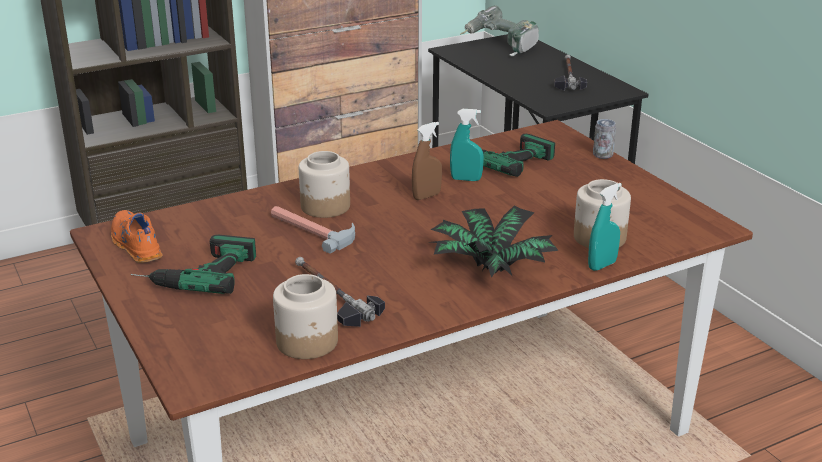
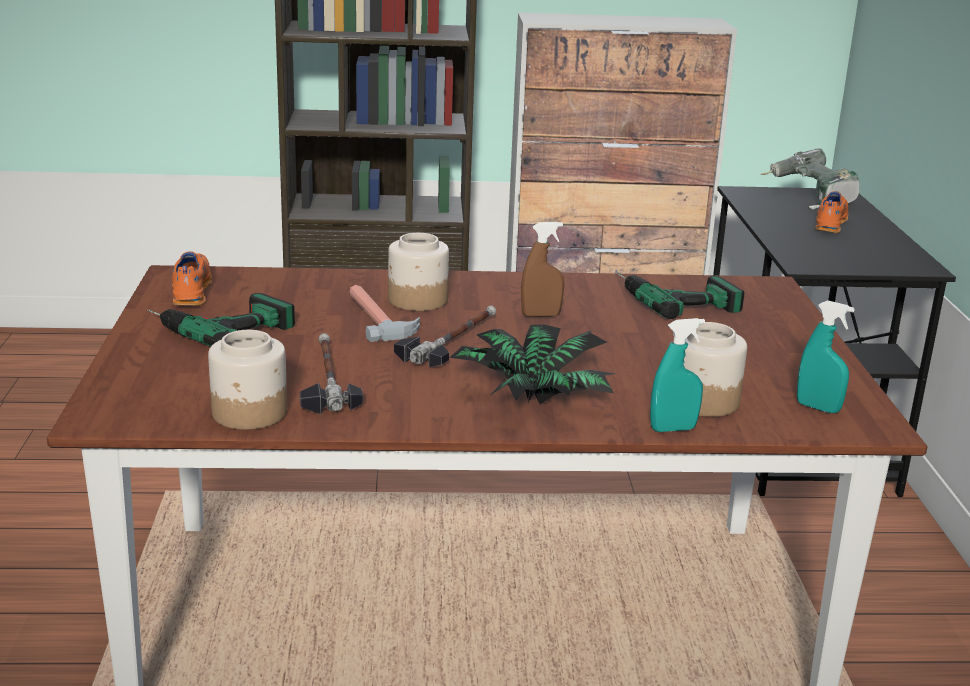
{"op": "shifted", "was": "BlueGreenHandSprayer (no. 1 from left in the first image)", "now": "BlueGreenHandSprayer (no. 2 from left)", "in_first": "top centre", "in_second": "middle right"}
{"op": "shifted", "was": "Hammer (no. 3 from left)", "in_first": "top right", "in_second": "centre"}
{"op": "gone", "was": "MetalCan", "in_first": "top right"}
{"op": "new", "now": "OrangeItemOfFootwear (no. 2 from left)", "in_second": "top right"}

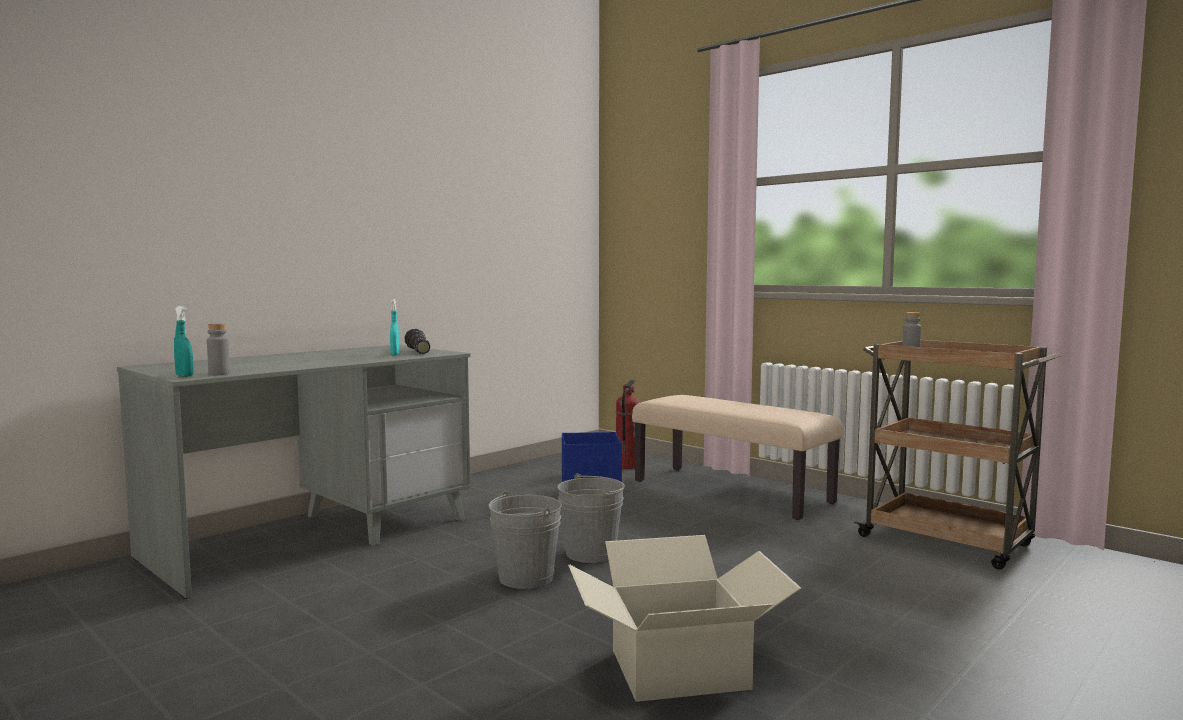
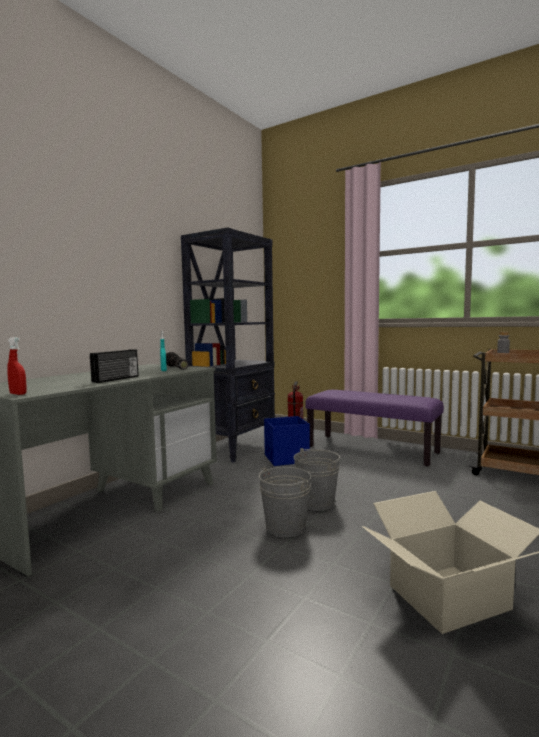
{"op": "repainted", "was": "BlueGreenHandSprayer (no. 1 from left)", "now": "RedColouredHandSprayer", "in_first": "middle left", "in_second": "middle left"}
{"op": "gone", "was": "GrayBeverageBottle (no. 1 from left)", "in_first": "middle left"}
{"op": "repainted", "was": "SandColouredIndoorBench", "now": "PurplishIndoorBench", "in_first": "centre", "in_second": "middle right"}
{"op": "new", "now": "RadioSet", "in_second": "middle left"}
{"op": "new", "now": "BlackColouredBookcase", "in_second": "centre"}

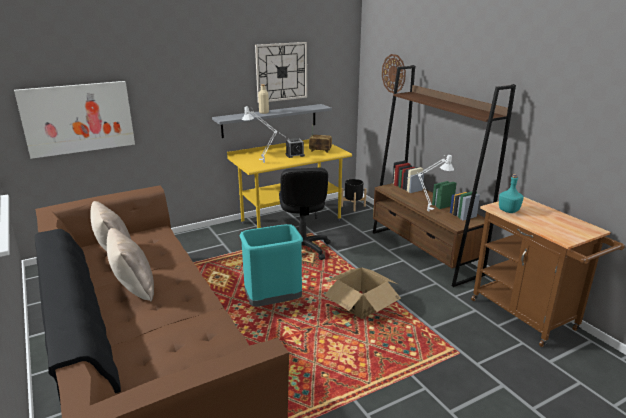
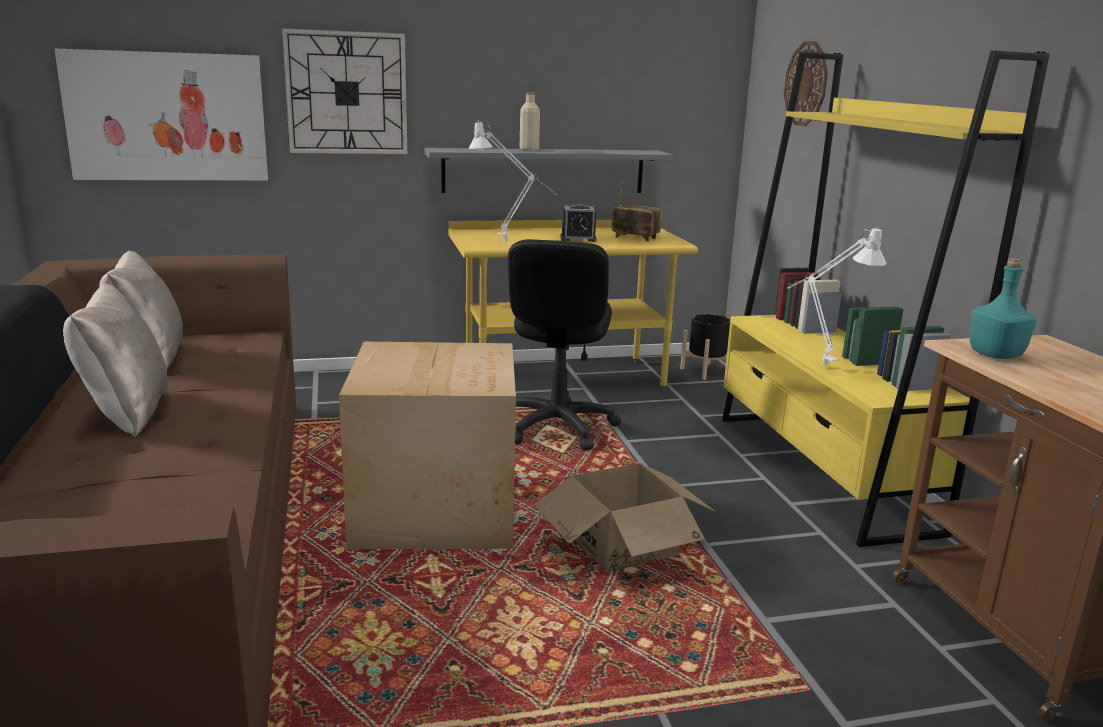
{"op": "swapped", "was": "BlueGreenRubbishBin", "now": "PackingBox (no. 1 from left)", "in_first": "centre", "in_second": "centre"}
{"op": "shifted", "was": "WallClock (no. 1 from left)", "in_first": "top centre", "in_second": "top left"}
{"op": "repainted", "was": "BrownishBookcase", "now": "YellowishBookcase", "in_first": "middle right", "in_second": "middle right"}

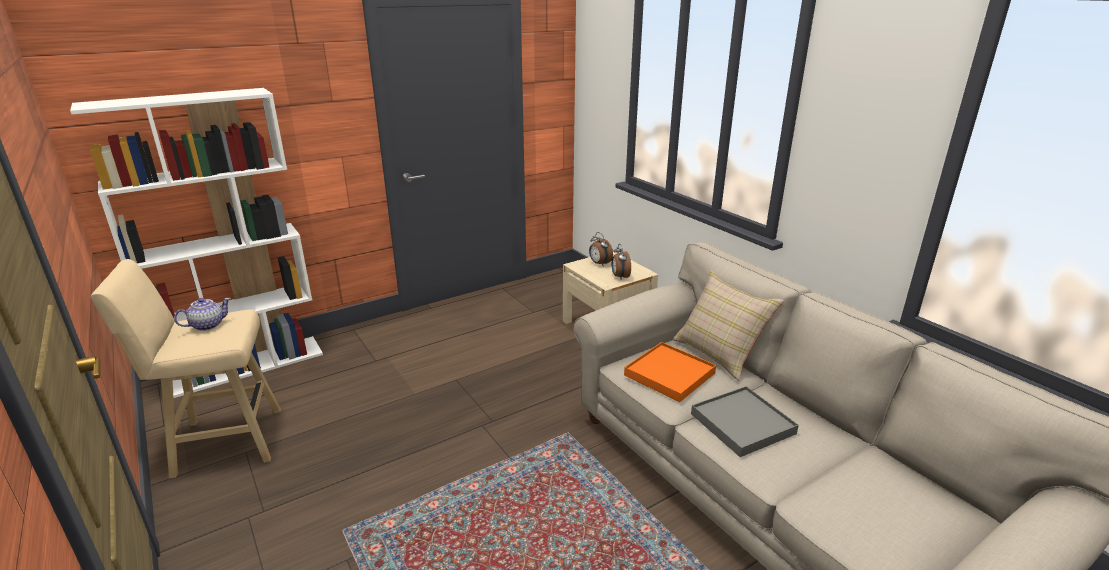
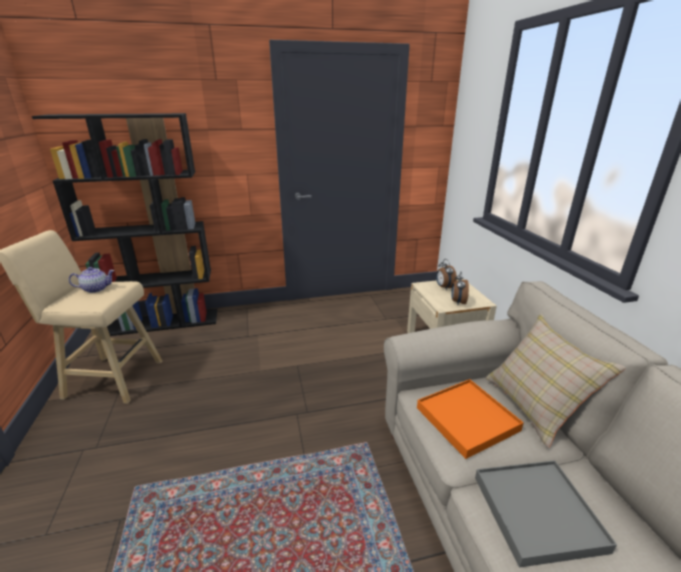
{"op": "repainted", "was": "WhiteBookcase", "now": "BlackColouredBookcase", "in_first": "middle left", "in_second": "middle left"}

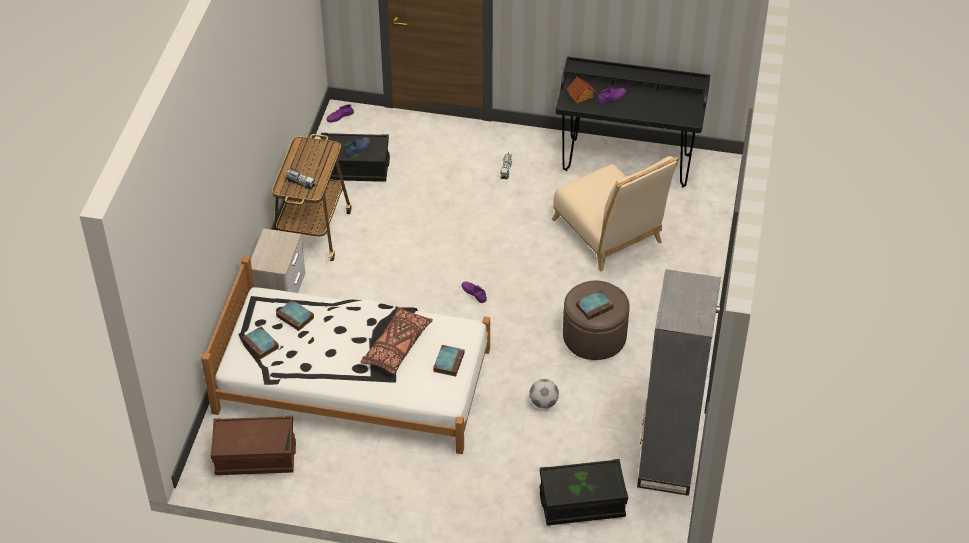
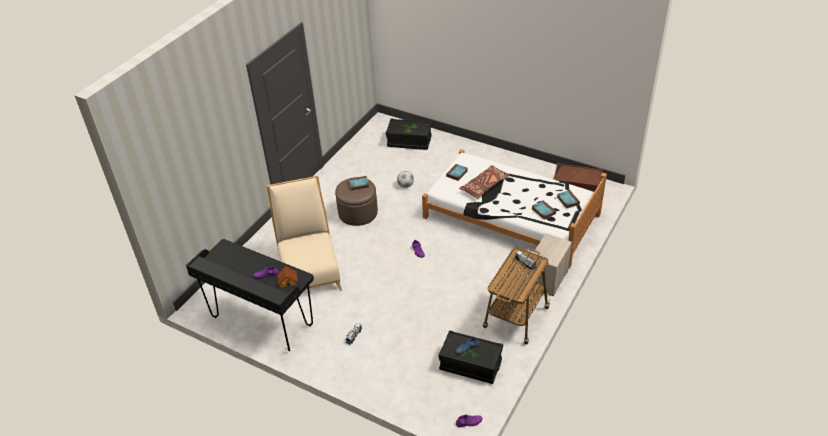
{"op": "gone", "was": "GrayBookcase", "in_first": "bottom right"}

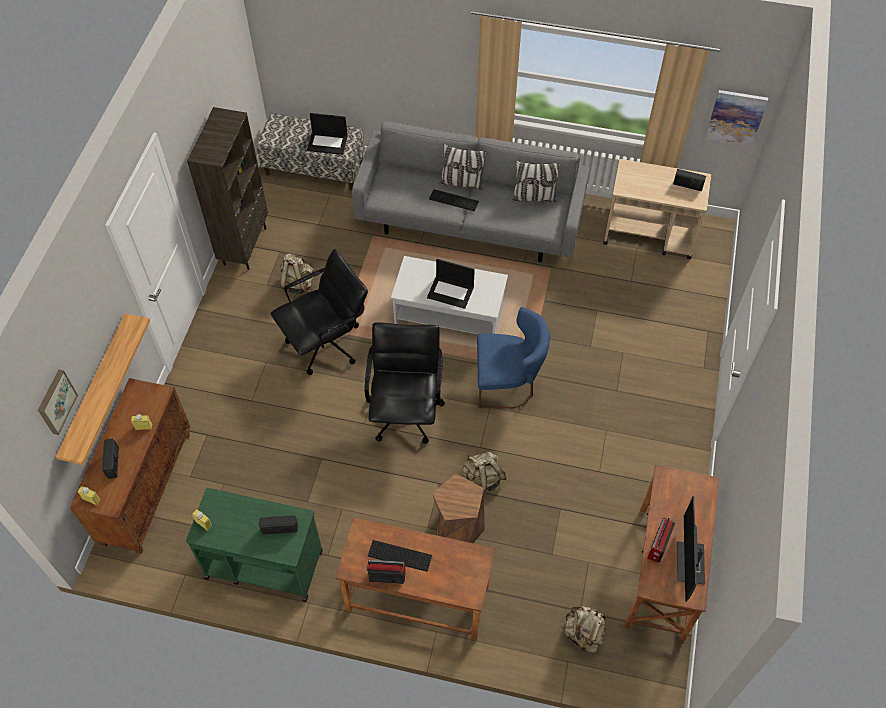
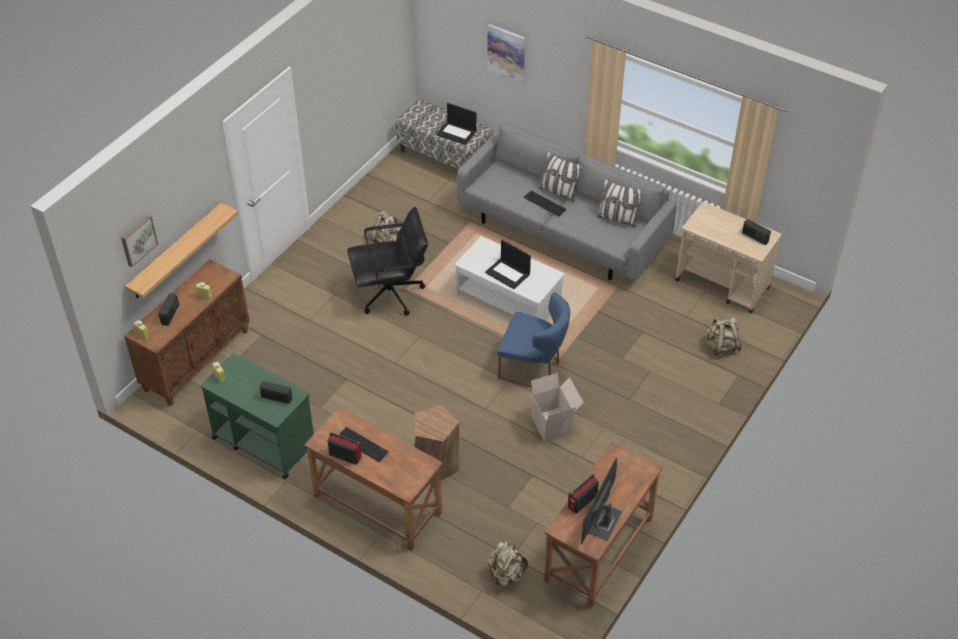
{"op": "gone", "was": "BrownishBookcase", "in_first": "top left"}
{"op": "gone", "was": "BlackColouredDeskChair (no. 2 from left)", "in_first": "centre"}
{"op": "shifted", "was": "SandColouredRucksack (no. 2 from left in the first image)", "now": "SandColouredRucksack (no. 3 from left)", "in_first": "bottom centre", "in_second": "middle right"}
{"op": "shifted", "was": "WallPicture (no. 2 from left)", "in_first": "top right", "in_second": "top centre"}
{"op": "new", "now": "PackingBox", "in_second": "centre"}

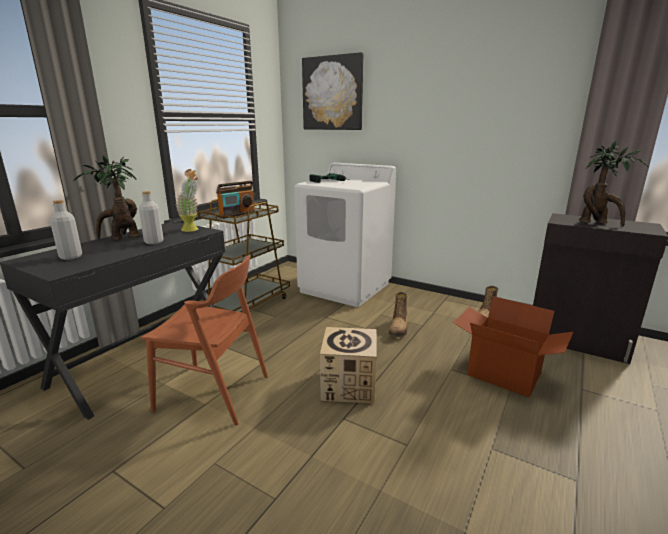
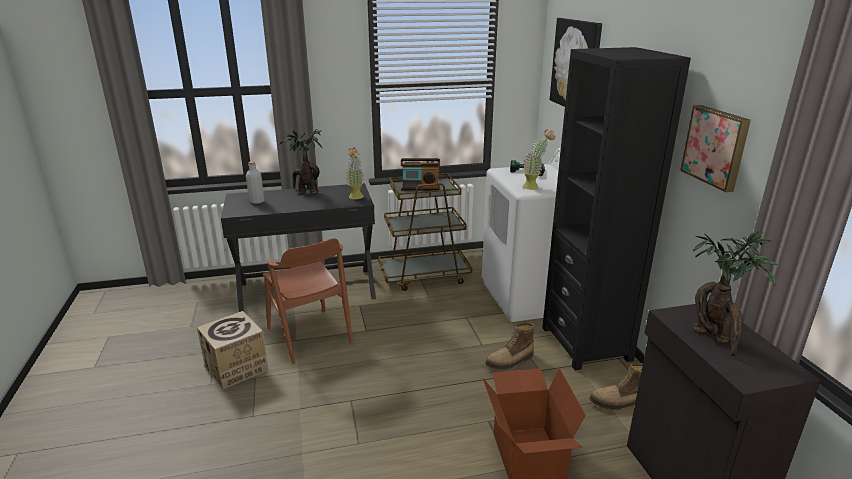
{"op": "gone", "was": "GrayBeverageBottle (no. 2 from left)", "in_first": "middle left"}
{"op": "shifted", "was": "PackingBox (no. 1 from left)", "in_first": "bottom centre", "in_second": "bottom left"}
{"op": "new", "now": "Houseplant (no. 3 from left)", "in_second": "top centre"}
{"op": "new", "now": "BlackColouredBookcase", "in_second": "middle right"}
{"op": "new", "now": "WallPicture (no. 2 from left)", "in_second": "top right"}

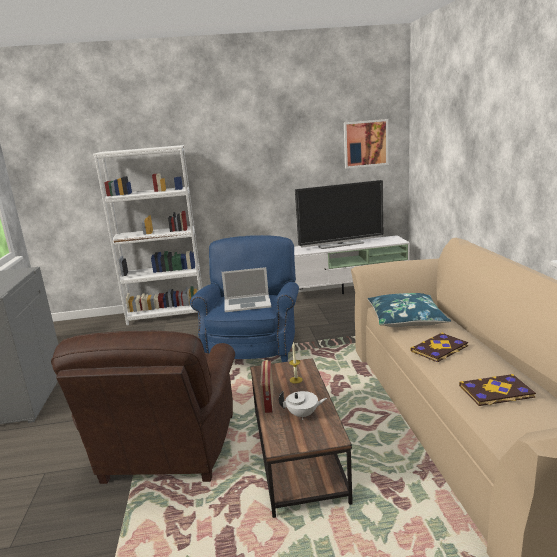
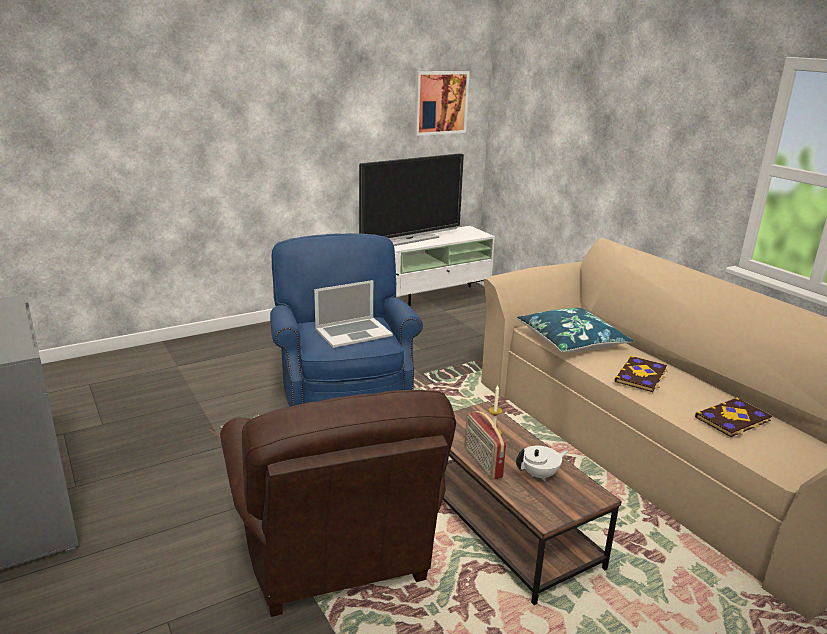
{"op": "gone", "was": "WhiteBookcase", "in_first": "middle left"}

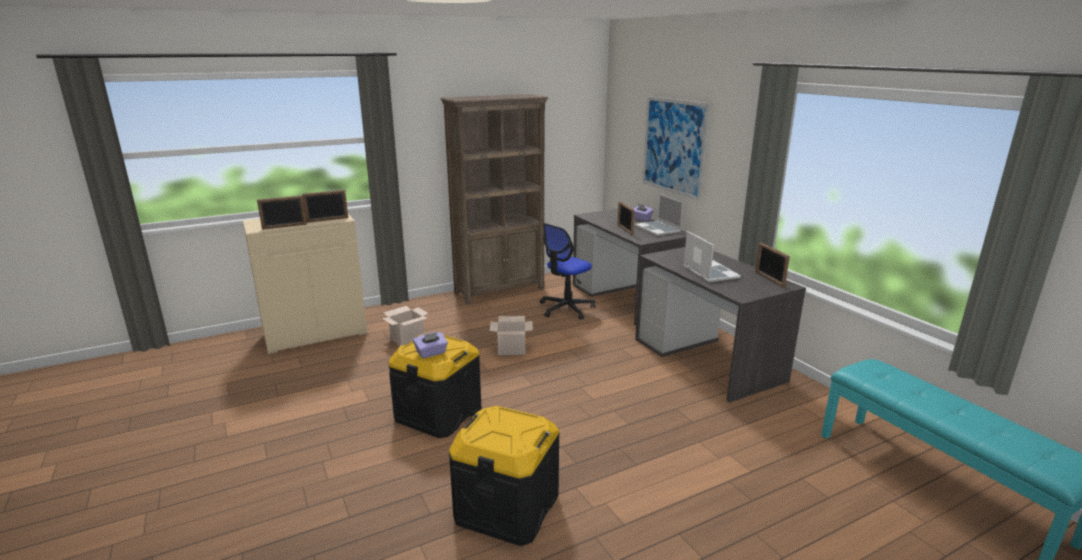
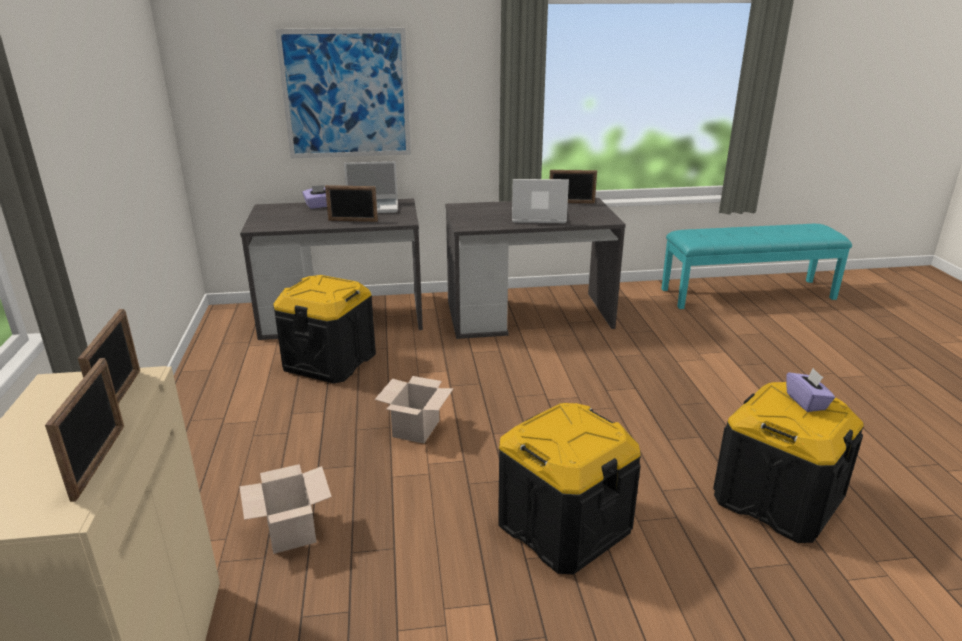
{"op": "shifted", "was": "PurplishBoxOfTissues (no. 1 from left in the first image)", "now": "PurplishBoxOfTissues (no. 2 from left)", "in_first": "centre", "in_second": "middle right"}
{"op": "gone", "was": "BrownishBookcase", "in_first": "centre"}
{"op": "swapped", "was": "DeskChair", "now": "BlackColouredStorageBox (no. 1 from left)", "in_first": "centre", "in_second": "centre"}

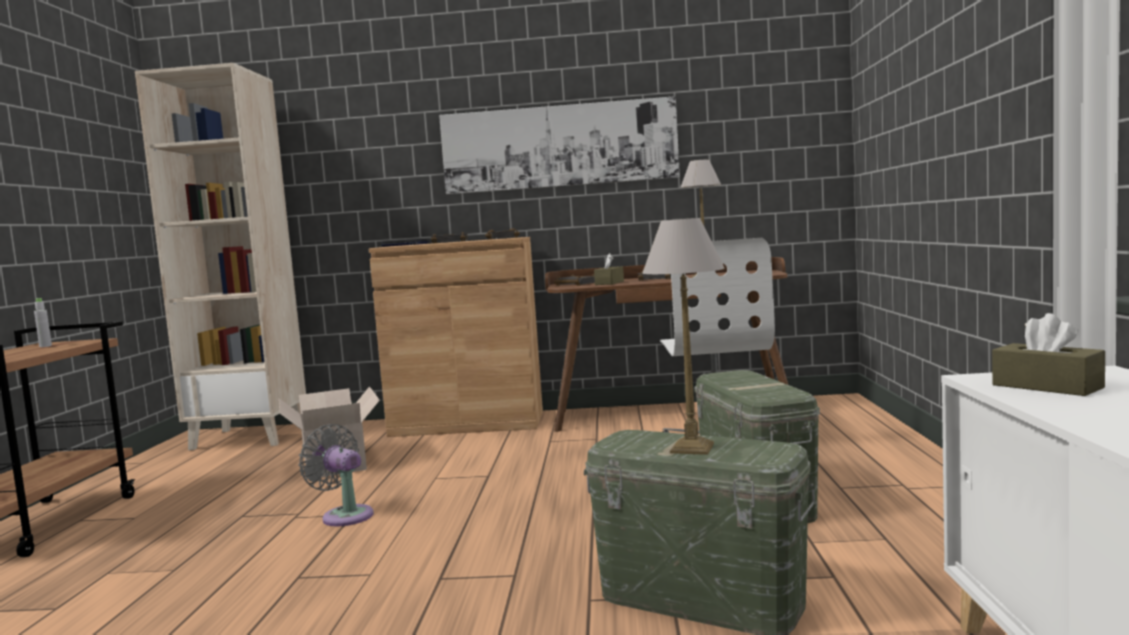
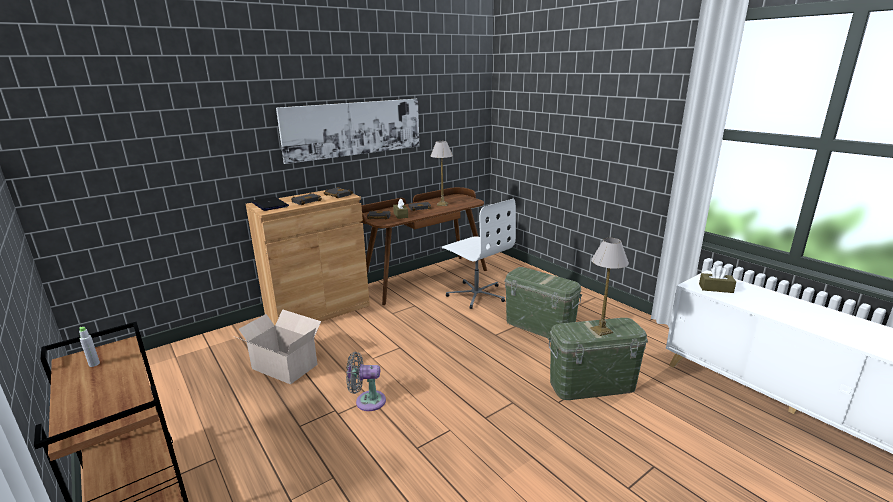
{"op": "gone", "was": "SandColouredBookcase", "in_first": "middle left"}

